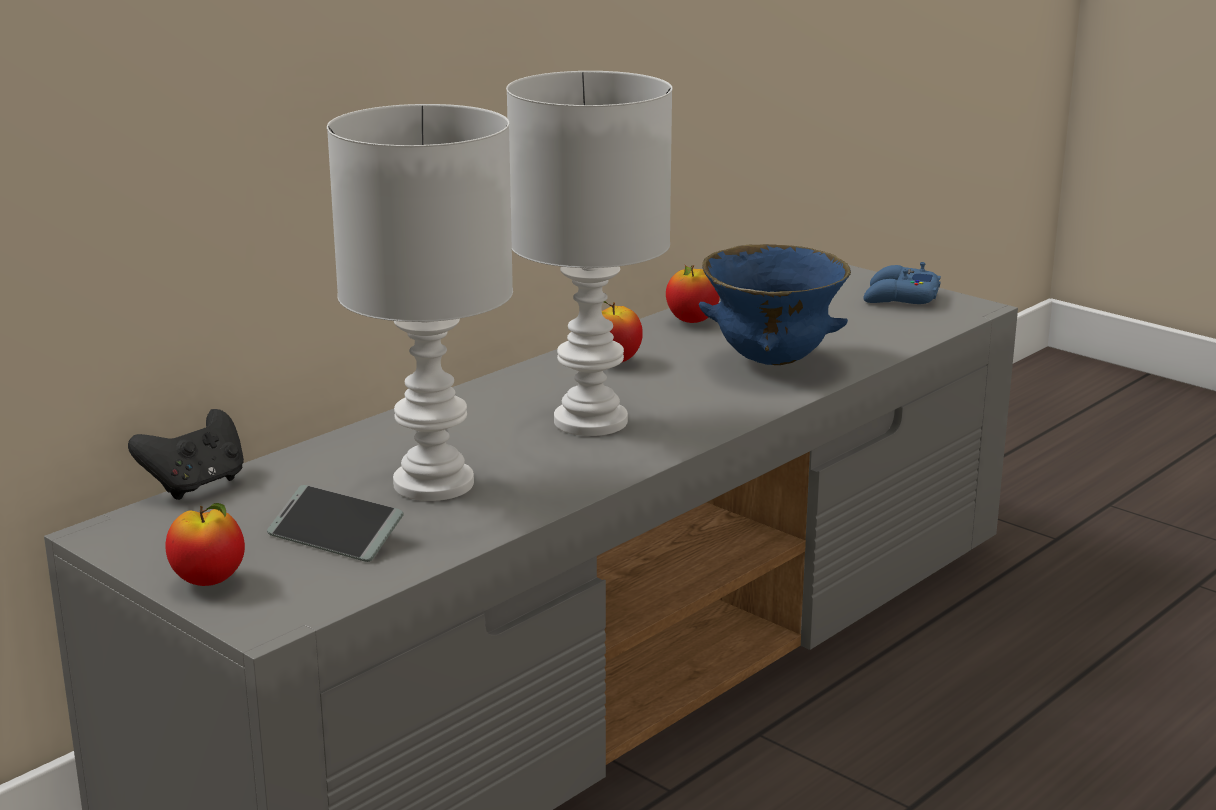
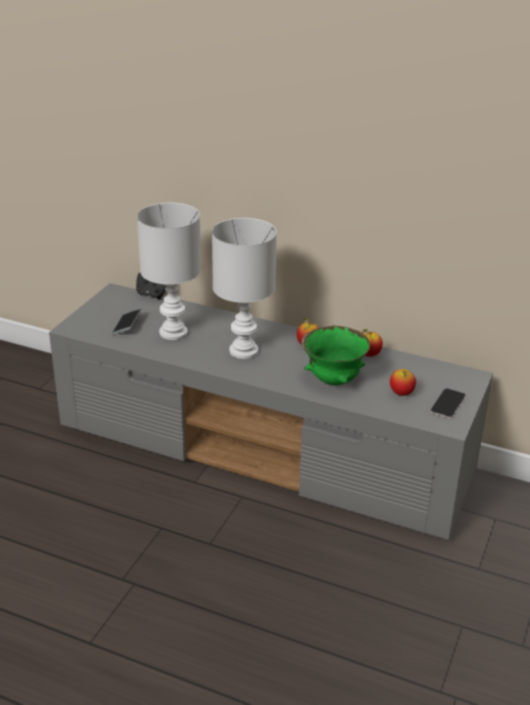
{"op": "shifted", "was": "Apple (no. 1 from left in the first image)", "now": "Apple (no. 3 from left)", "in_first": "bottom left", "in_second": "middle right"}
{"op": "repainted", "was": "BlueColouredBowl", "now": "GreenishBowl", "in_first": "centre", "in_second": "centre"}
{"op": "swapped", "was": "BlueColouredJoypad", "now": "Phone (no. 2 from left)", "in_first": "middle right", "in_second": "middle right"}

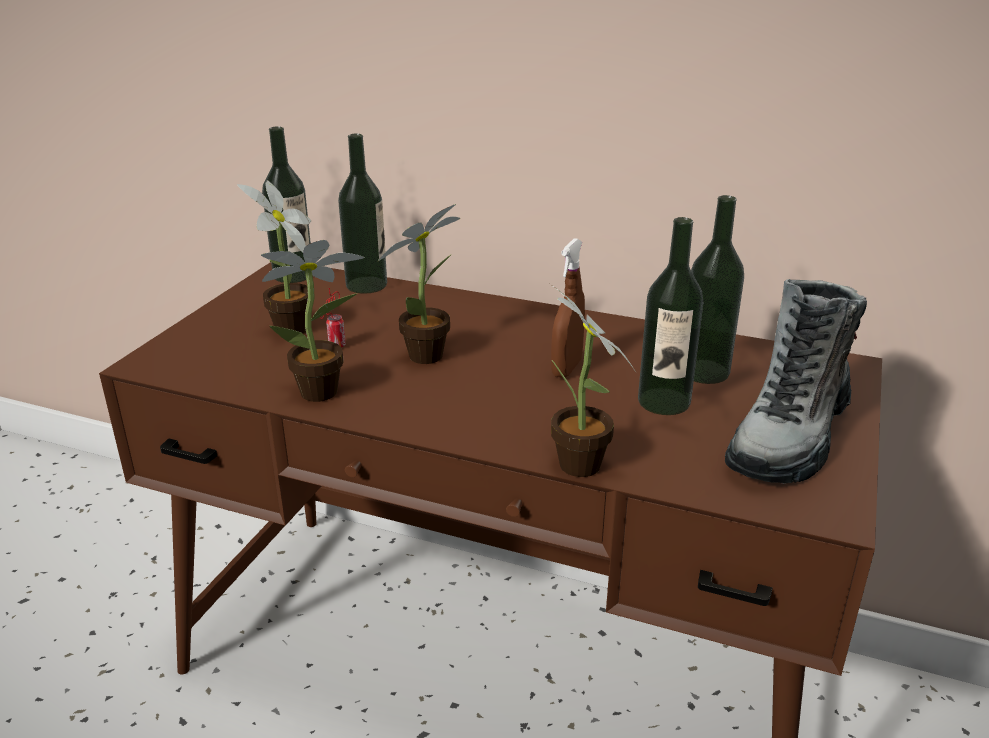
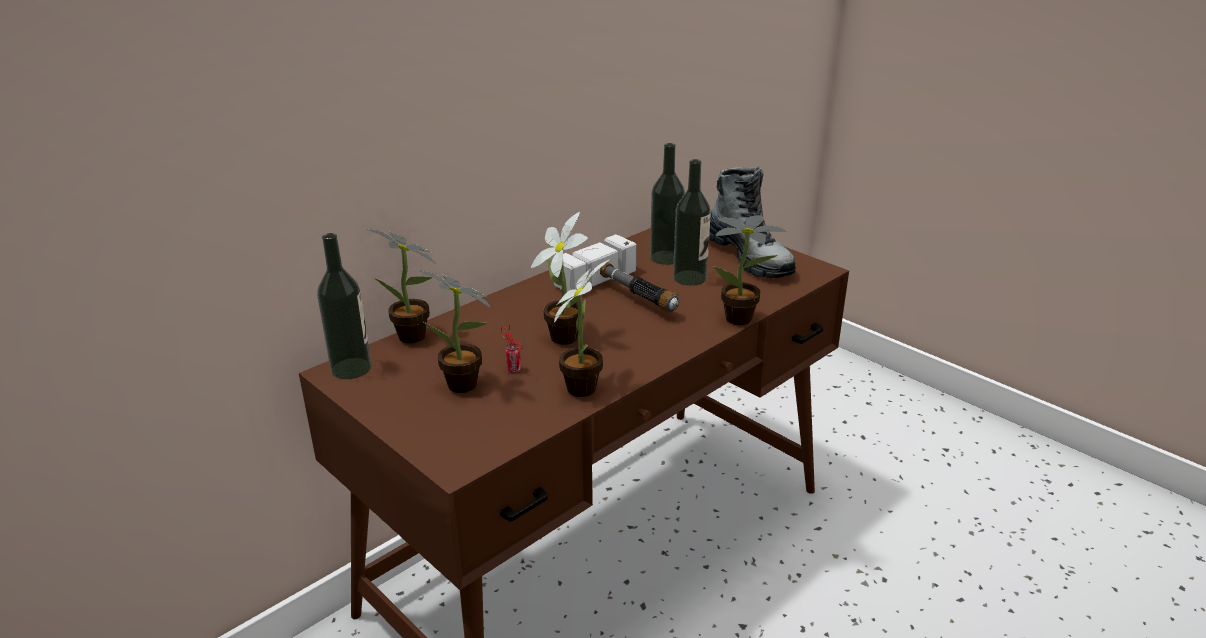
{"op": "swapped", "was": "BeverageBottle (no. 2 from left)", "now": "Houseplant (no. 1 from left)", "in_first": "top centre", "in_second": "middle left"}
{"op": "swapped", "was": "BrownishHandSprayer", "now": "Hammer", "in_first": "centre", "in_second": "centre"}

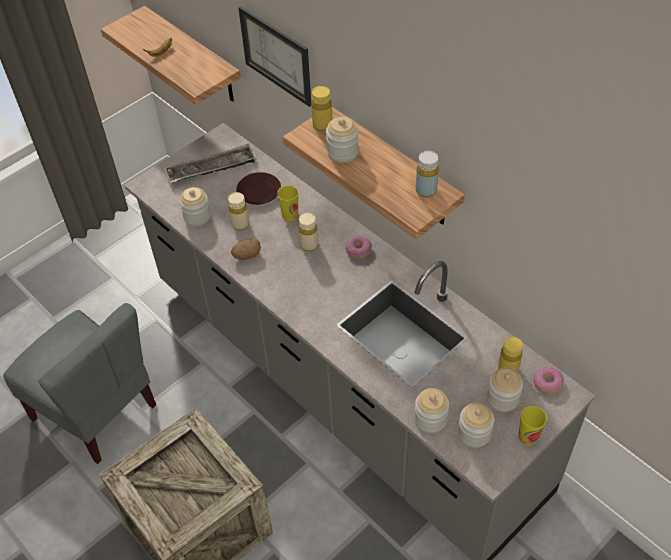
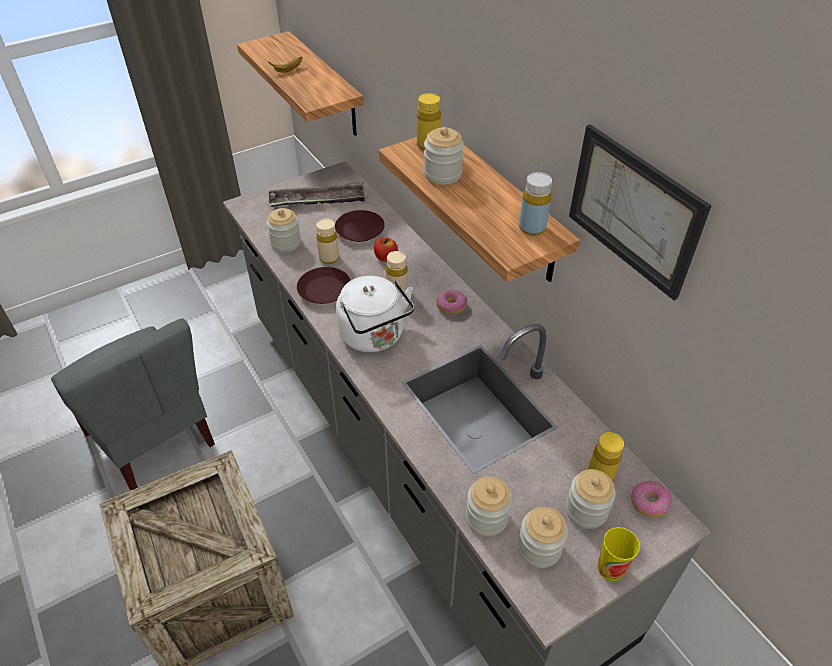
{"op": "swapped", "was": "WholePotato", "now": "BrownishDinnerPlate (no. 1 from left)", "in_first": "centre", "in_second": "centre"}
{"op": "shifted", "was": "WallPicture", "in_first": "top centre", "in_second": "top right"}
{"op": "swapped", "was": "SmallCup (no. 1 from left)", "now": "Apple", "in_first": "centre", "in_second": "centre"}
{"op": "new", "now": "WhiteTeaKettle", "in_second": "centre"}

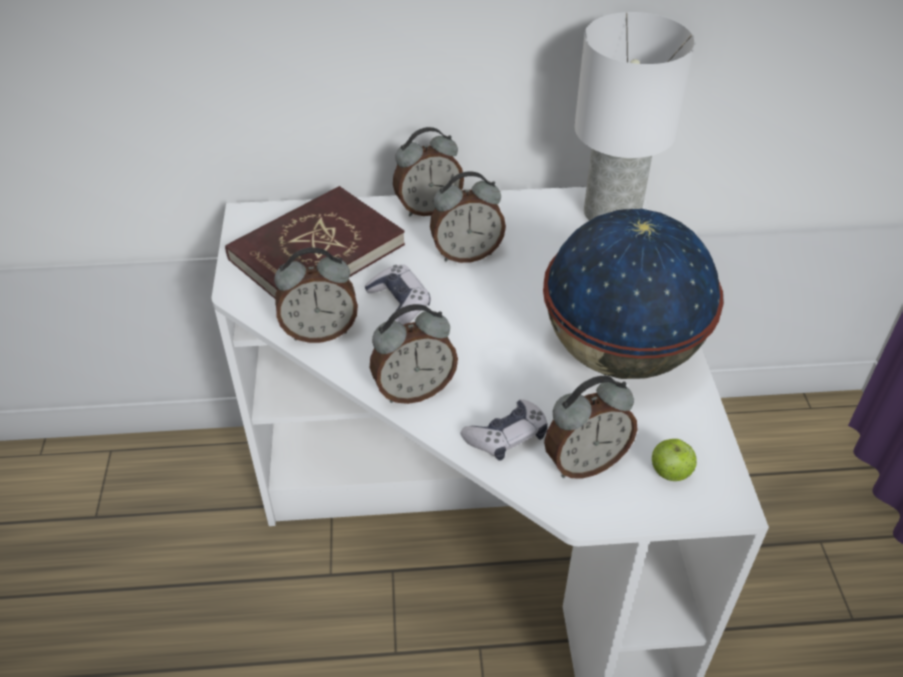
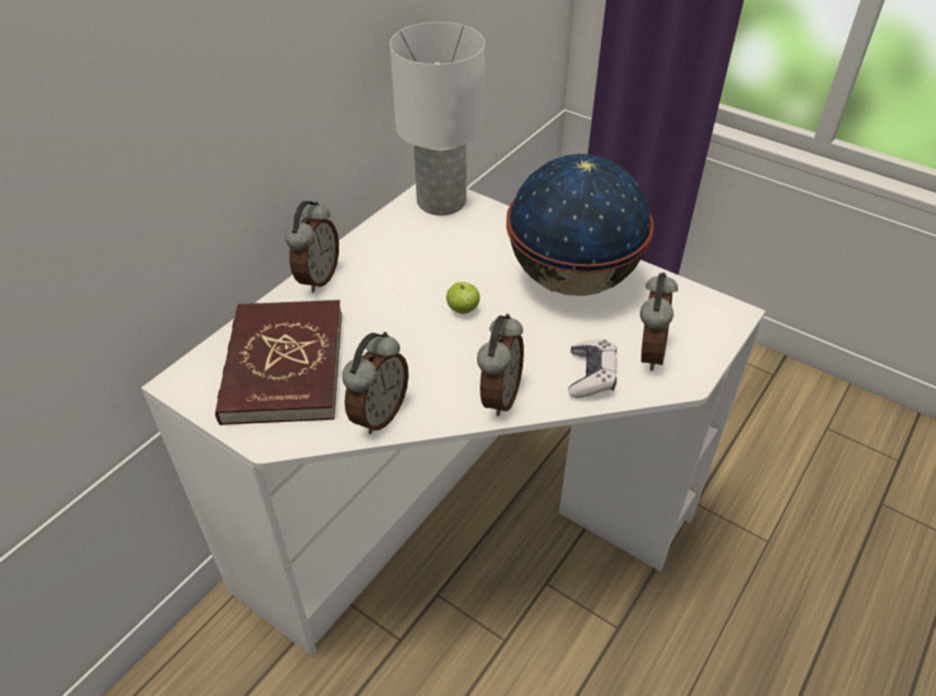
{"op": "gone", "was": "Joypad (no. 1 from left)", "in_first": "centre"}
{"op": "gone", "was": "TableClock (no. 4 from left)", "in_first": "top centre"}
{"op": "shifted", "was": "Apple", "in_first": "bottom right", "in_second": "centre"}

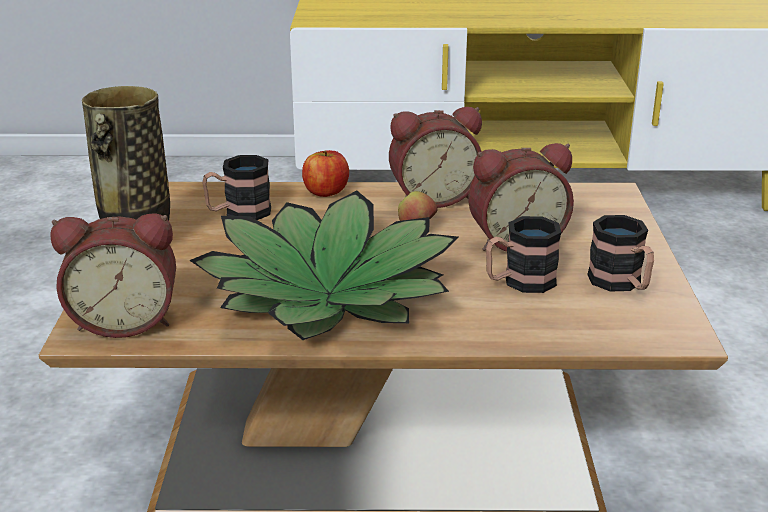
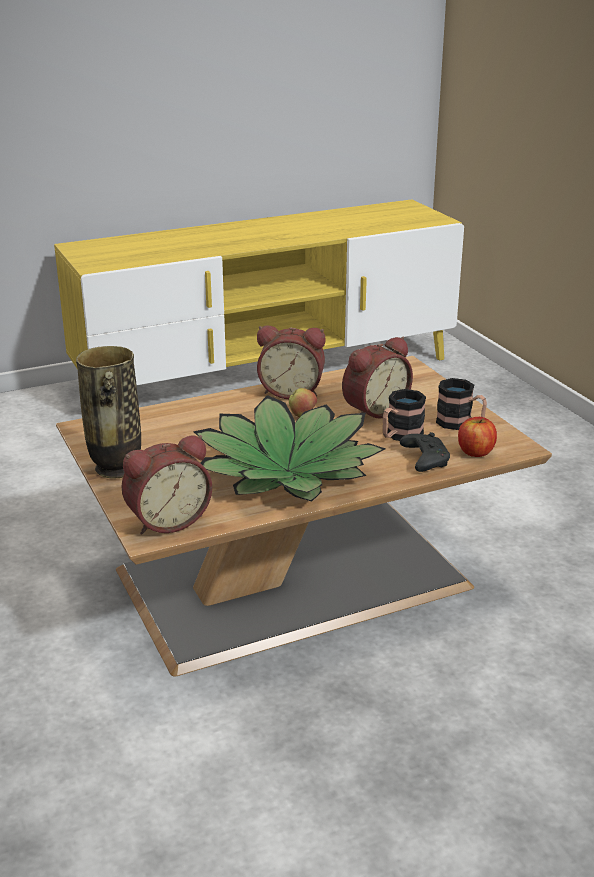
{"op": "gone", "was": "Mug (no. 1 from left)", "in_first": "middle left"}
{"op": "shifted", "was": "Apple (no. 1 from left in the first image)", "now": "Apple (no. 2 from left)", "in_first": "centre", "in_second": "middle right"}
{"op": "rotated", "was": "TableClock (no. 2 from left)", "in_first": "top centre", "in_second": "centre", "clockwise": 45}
{"op": "new", "now": "BlackColouredJoypad", "in_second": "middle right"}

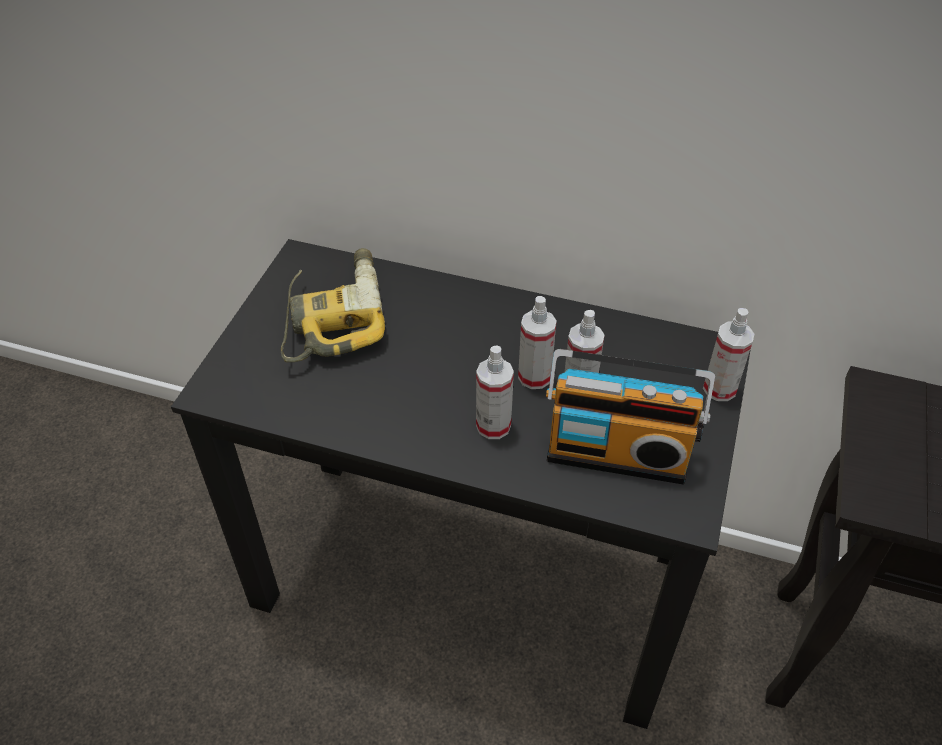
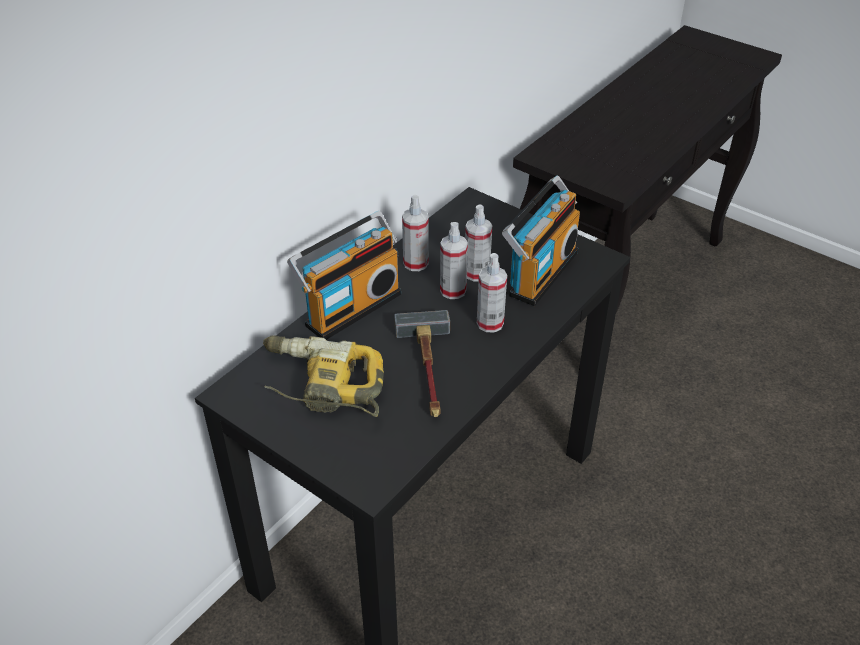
{"op": "shifted", "was": "HandSprayer (no. 4 from left in the first image)", "now": "HandSprayer (no. 1 from left)", "in_first": "middle right", "in_second": "centre"}
{"op": "new", "now": "RadioSet (no. 1 from left)", "in_second": "centre"}
{"op": "new", "now": "Hammer", "in_second": "centre"}

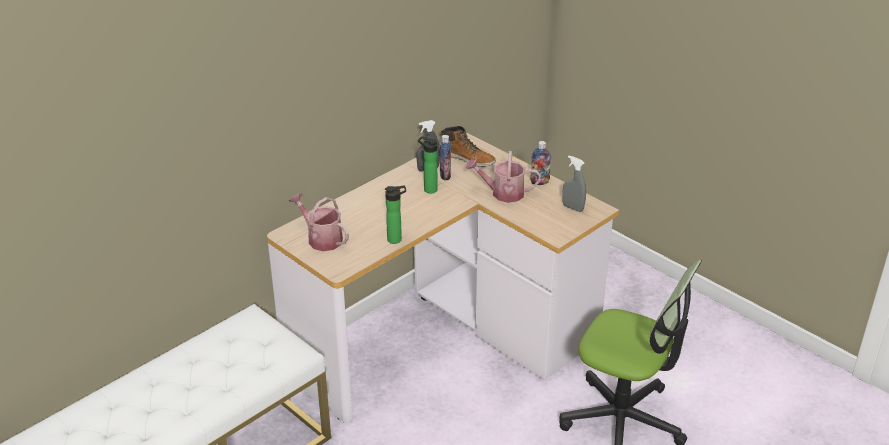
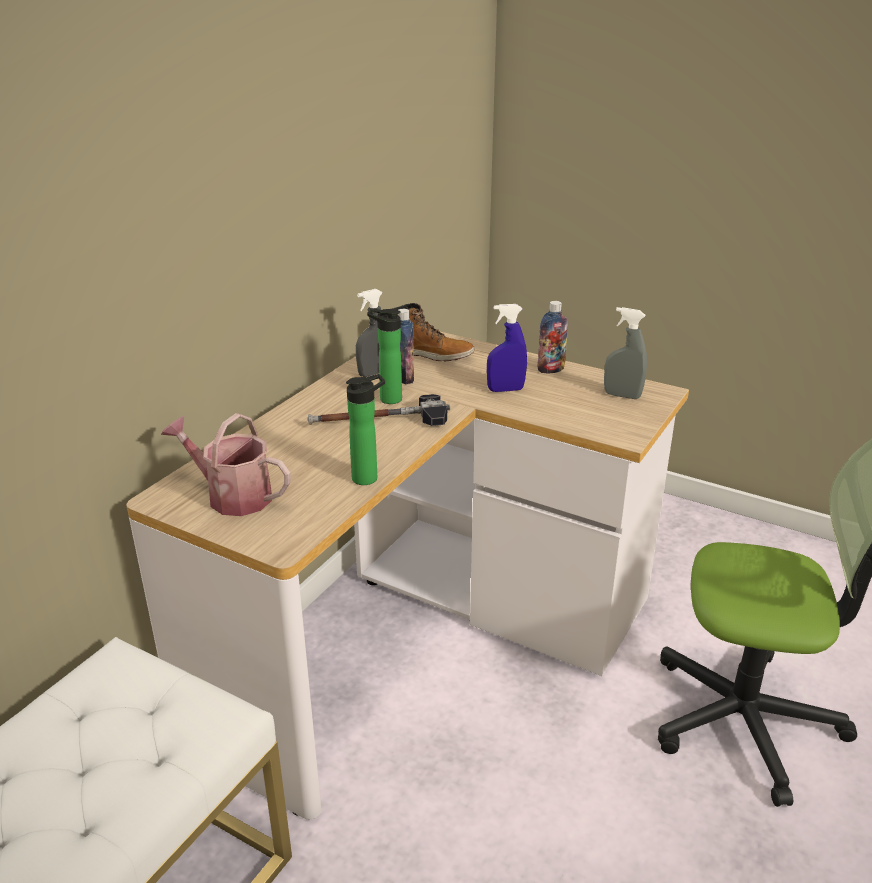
{"op": "swapped", "was": "WateringPot (no. 2 from left)", "now": "BlueColouredHandSprayer", "in_first": "centre", "in_second": "centre"}
{"op": "new", "now": "Hammer", "in_second": "centre"}

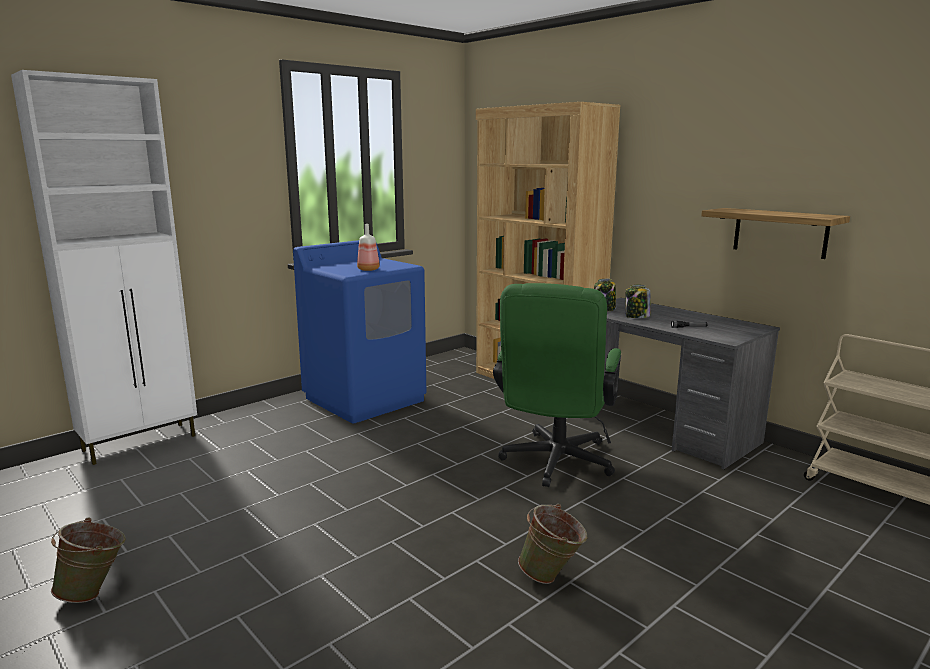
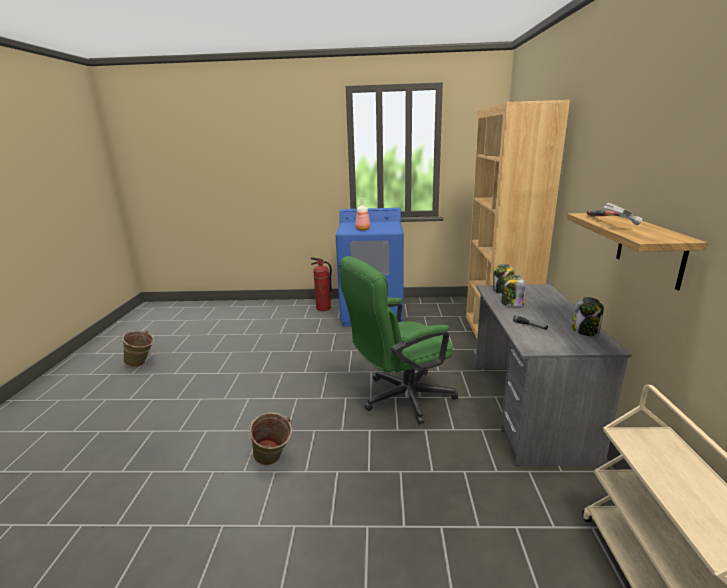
{"op": "gone", "was": "WhiteCupboard", "in_first": "middle left"}
{"op": "new", "now": "FireExtinguisher", "in_second": "centre"}
{"op": "new", "now": "StorageJar (no. 3 from left)", "in_second": "middle right"}
{"op": "new", "now": "Hammer", "in_second": "middle right"}

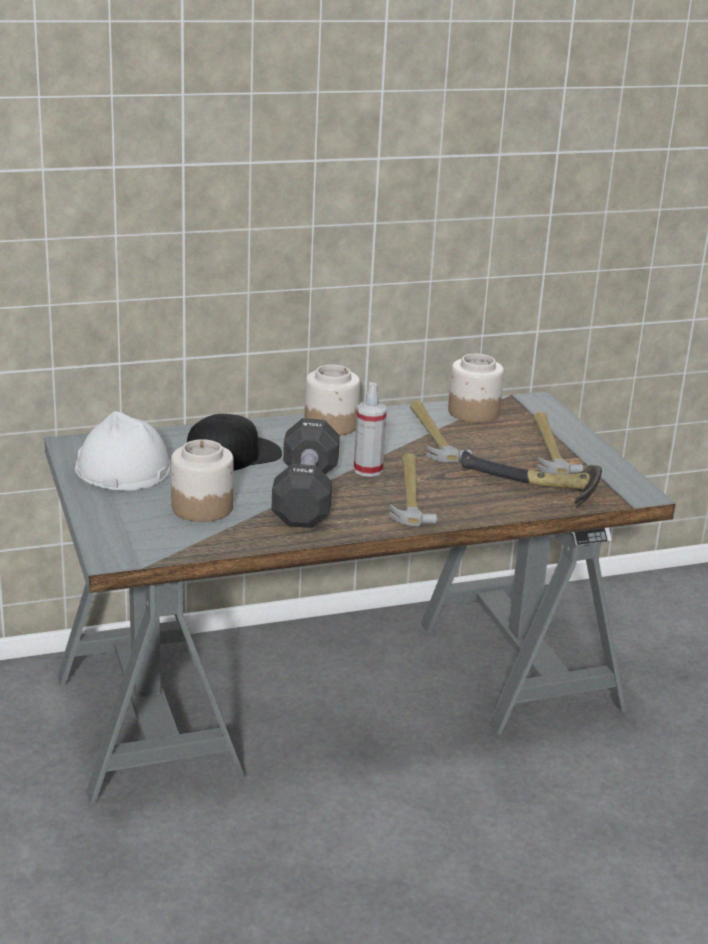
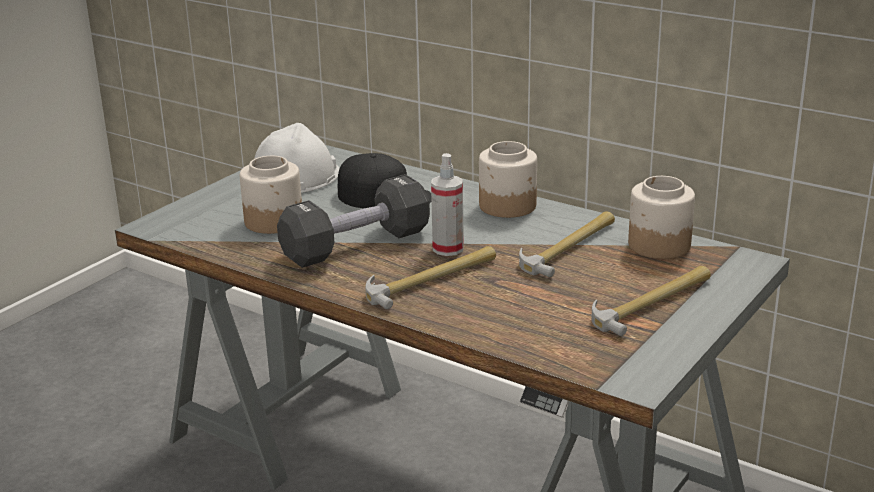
{"op": "gone", "was": "Hammer (no. 3 from left)", "in_first": "middle right"}

